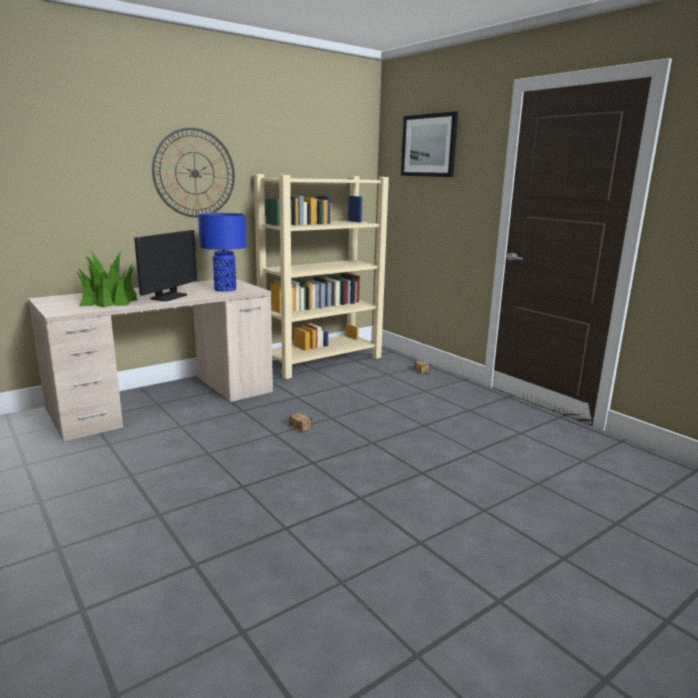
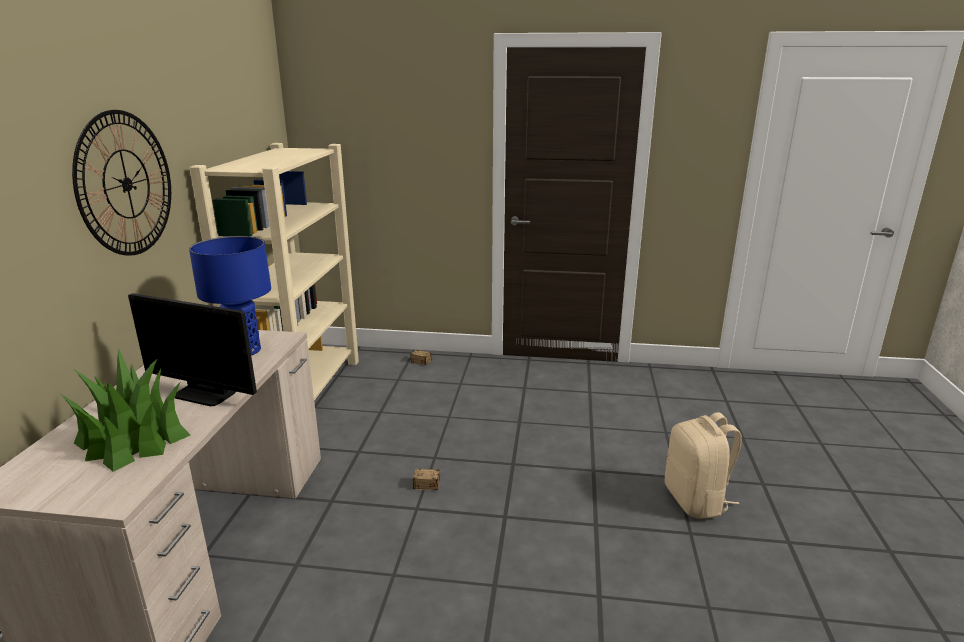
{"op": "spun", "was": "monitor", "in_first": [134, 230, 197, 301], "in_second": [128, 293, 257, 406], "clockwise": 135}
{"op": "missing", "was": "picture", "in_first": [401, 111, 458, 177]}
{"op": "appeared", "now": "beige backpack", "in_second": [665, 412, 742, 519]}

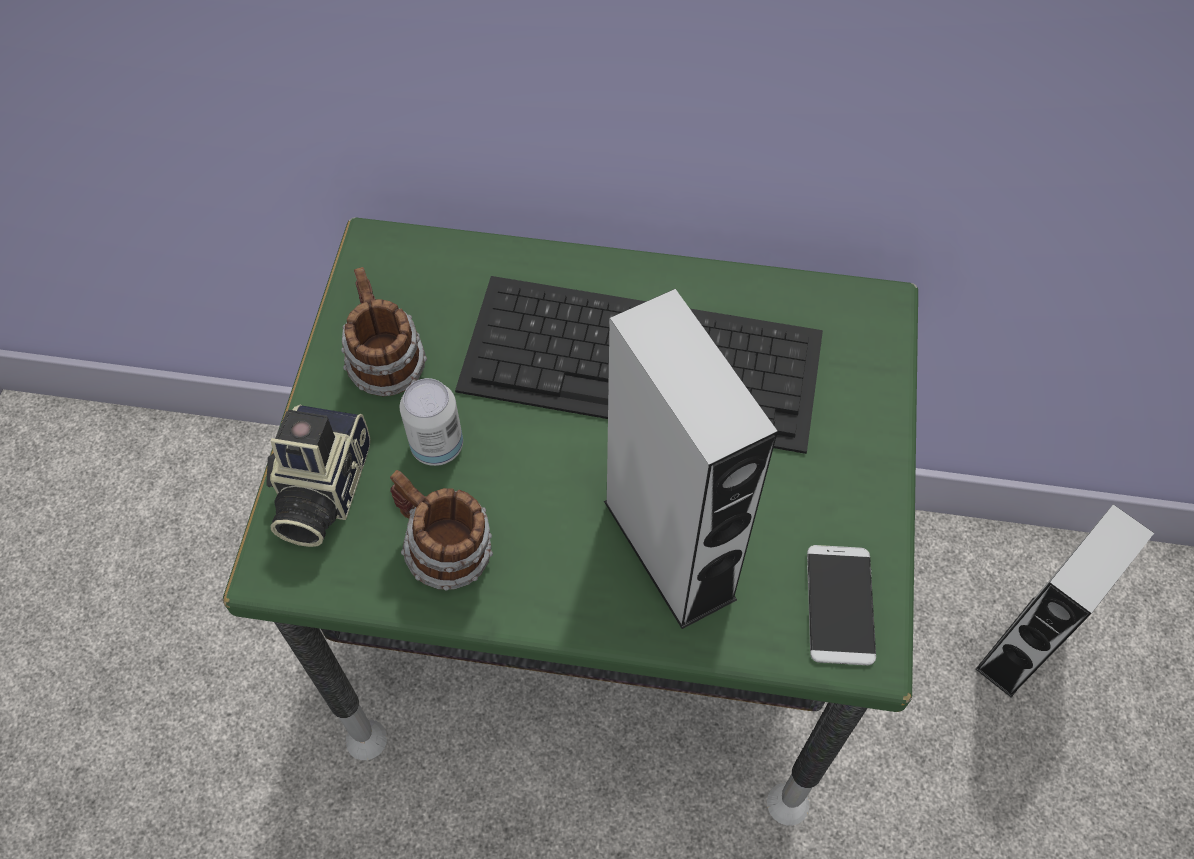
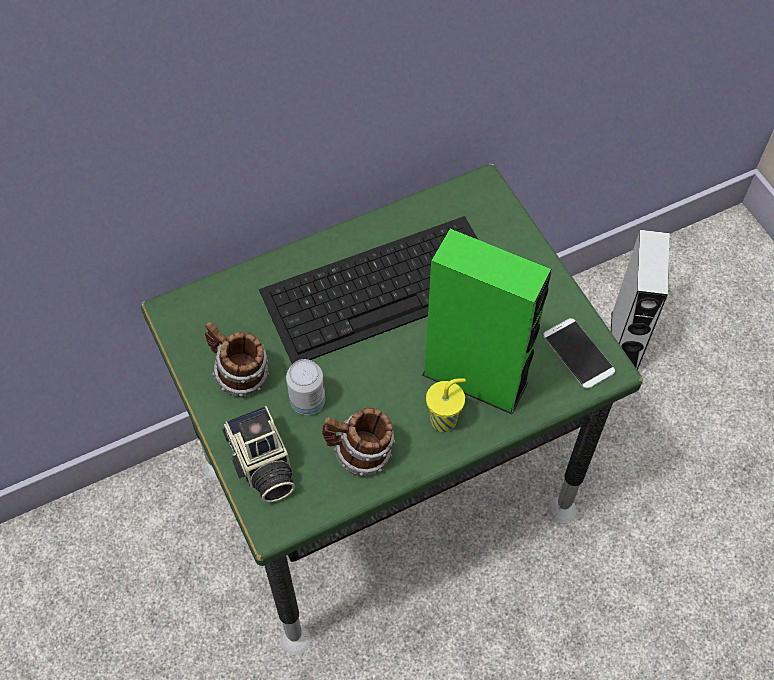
{"op": "colour", "was": "grey speaker", "now": "green speaker", "in_first": [604, 289, 778, 629], "in_second": [422, 229, 551, 415]}
{"op": "appeared", "now": "yellow cup", "in_second": [426, 378, 466, 432]}

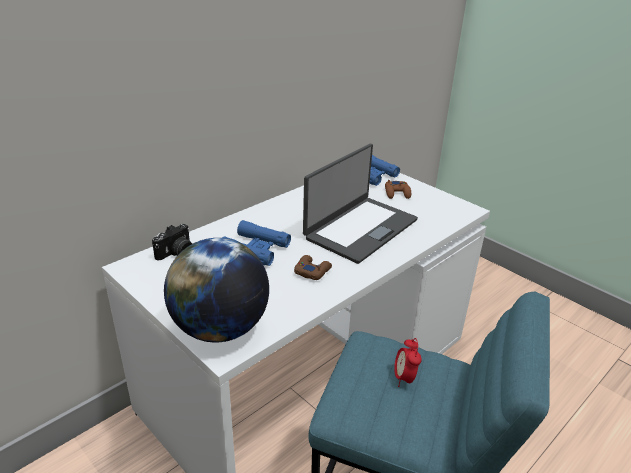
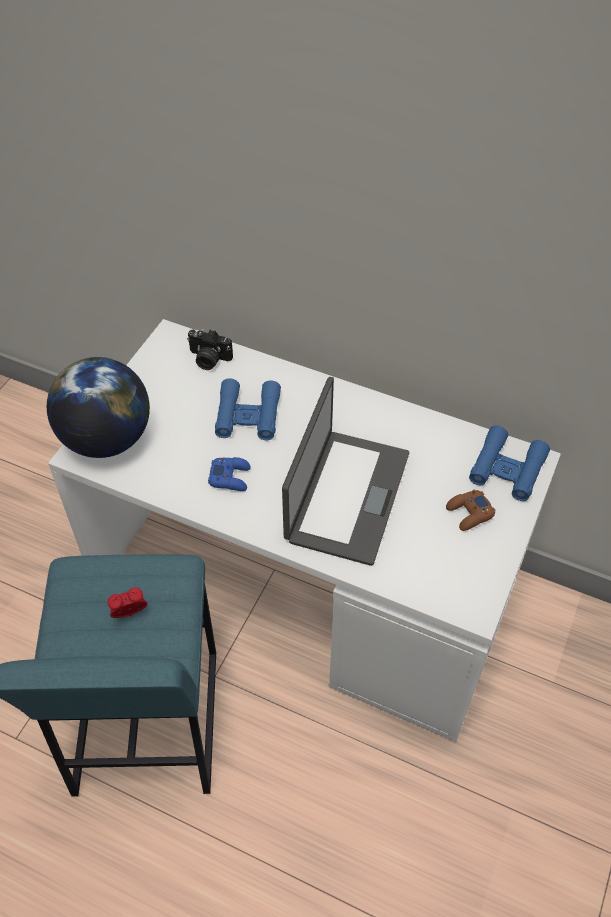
{"op": "colour", "was": "brown game controller", "now": "blue game controller", "in_first": [294, 255, 332, 280], "in_second": [208, 457, 251, 491]}
{"op": "spun", "was": "laptop", "in_first": [303, 144, 418, 264], "in_second": [282, 377, 409, 566], "clockwise": -90}

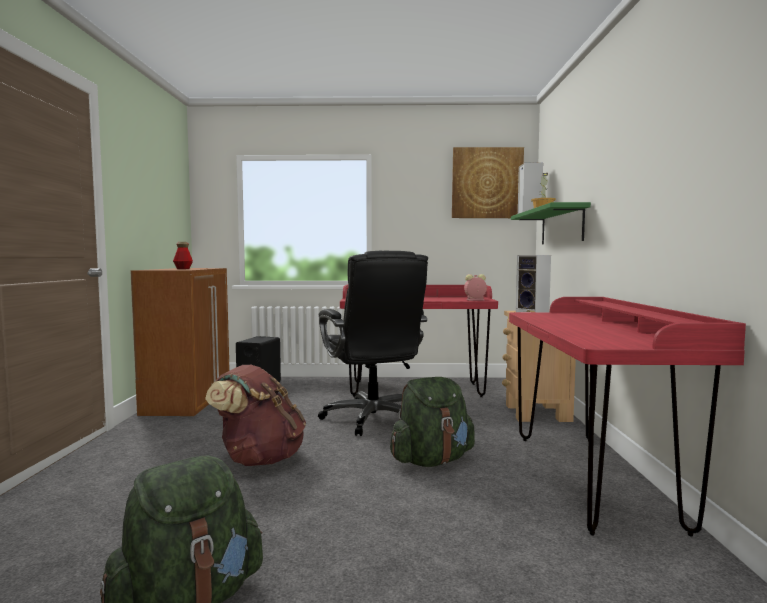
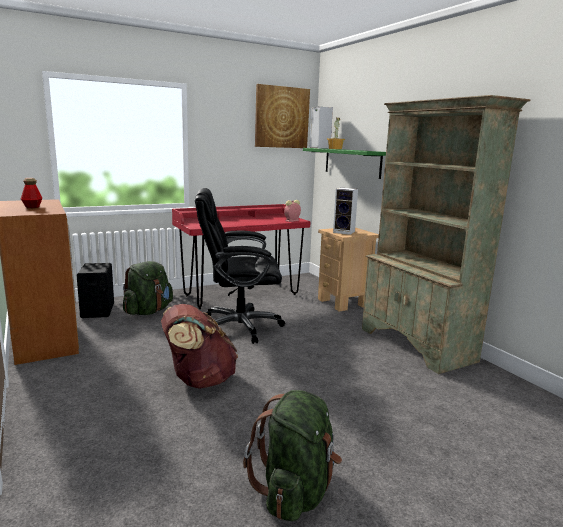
{"op": "spun", "was": "black office chair", "in_first": [318, 250, 428, 436], "in_second": [194, 188, 285, 344], "clockwise": 135}
{"op": "relocated", "was": "green backpack", "in_first": [390, 377, 475, 467], "in_second": [123, 261, 173, 315]}
{"op": "exchanged", "was": "red desk", "now": "green bookcase", "in_first": [509, 297, 746, 537], "in_second": [362, 95, 531, 374]}

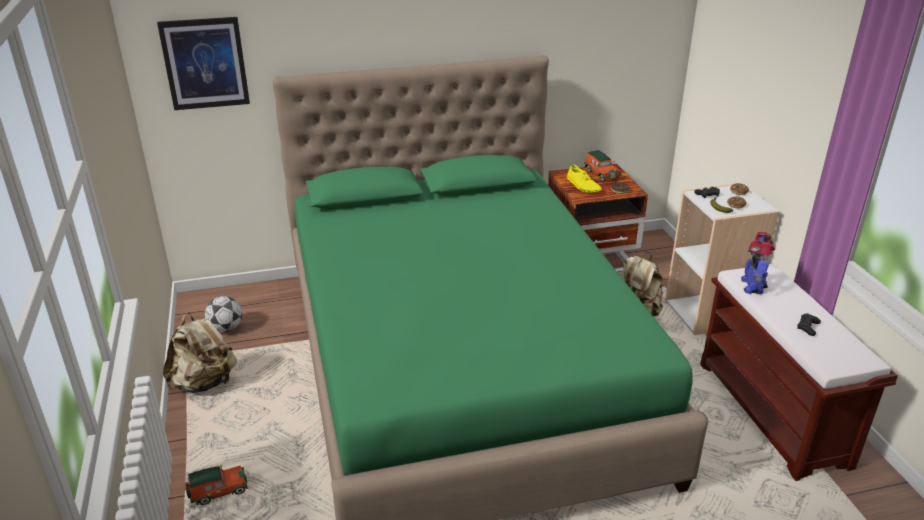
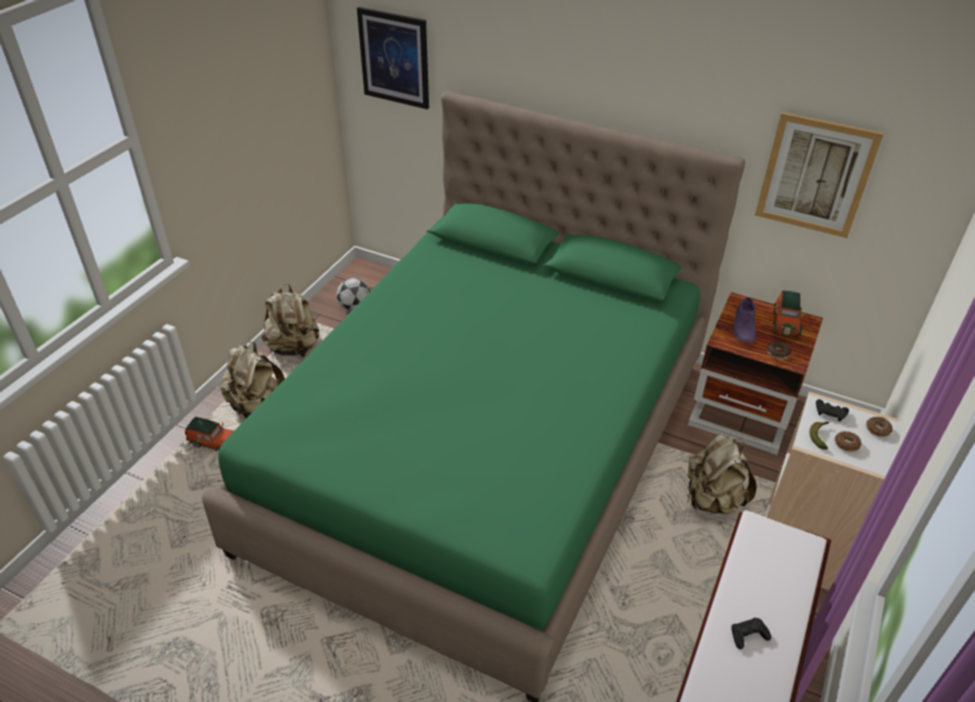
{"op": "colour", "was": "yellow shoe", "now": "purple shoe", "in_first": [567, 165, 602, 193], "in_second": [733, 297, 756, 343]}
{"op": "missing", "was": "toy robot", "in_first": [741, 232, 775, 294]}
{"op": "appeared", "now": "beige backpack", "in_second": [219, 341, 285, 419]}
{"op": "appeared", "now": "picture", "in_second": [755, 112, 884, 238]}

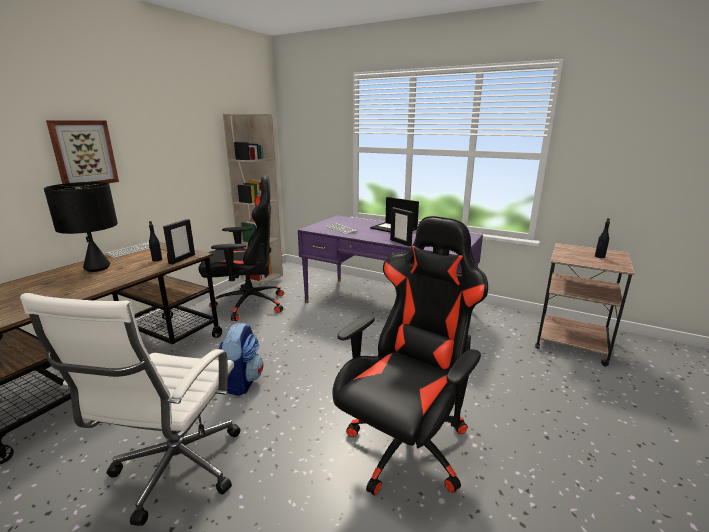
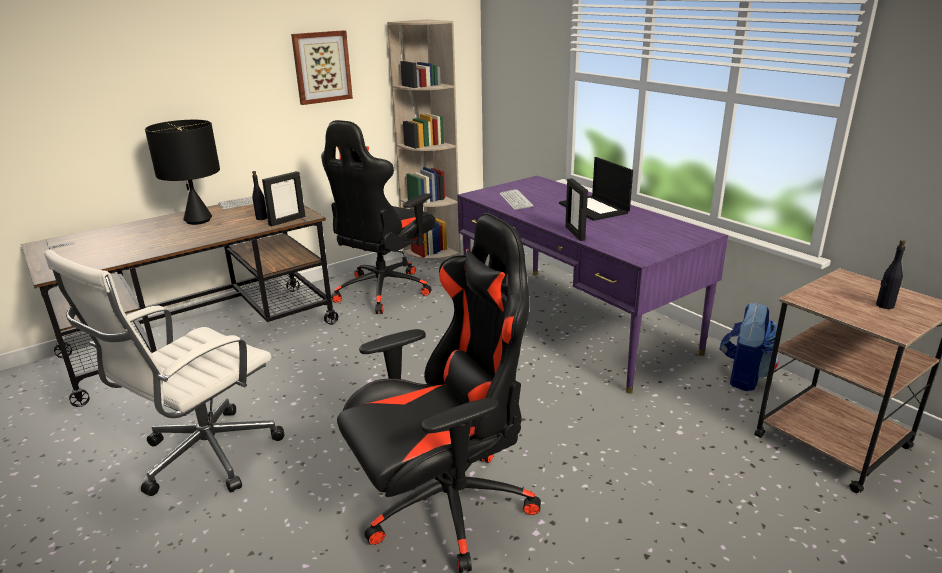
{"op": "relocated", "was": "picture", "in_first": [46, 120, 119, 184], "in_second": [291, 30, 353, 105]}
{"op": "spun", "was": "black office chair", "in_first": [198, 174, 284, 321], "in_second": [321, 120, 436, 314], "clockwise": 105}
{"op": "relocated", "was": "backpack", "in_first": [219, 323, 264, 396], "in_second": [720, 302, 779, 391]}

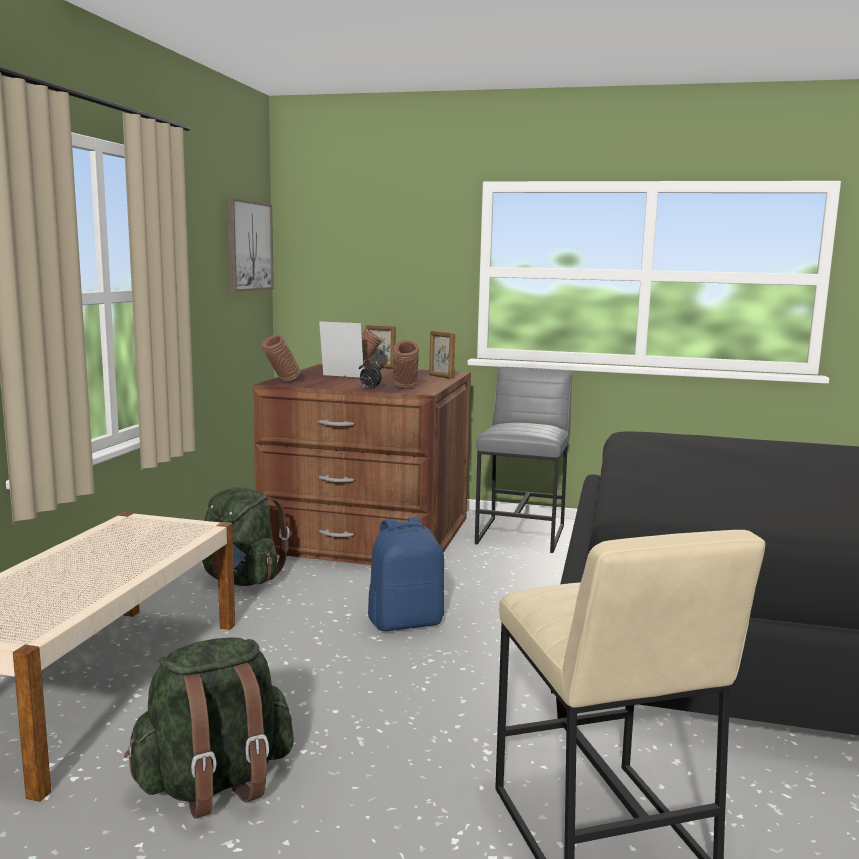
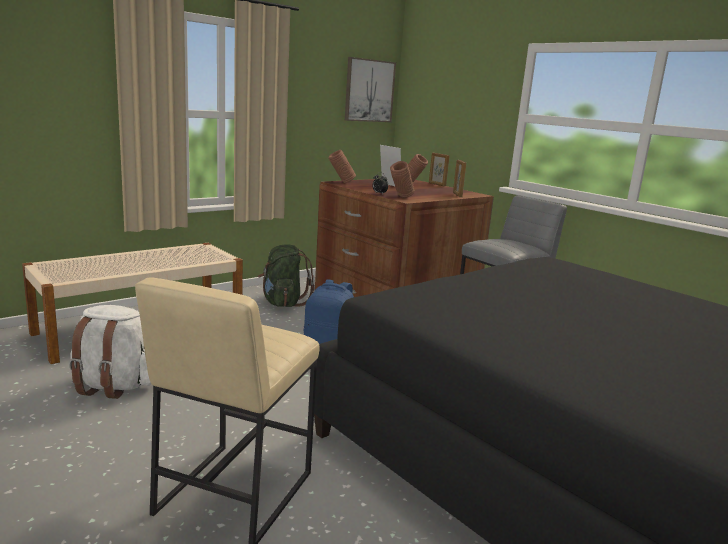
{"op": "colour", "was": "green backpack", "now": "white backpack", "in_first": [124, 637, 294, 819], "in_second": [69, 305, 152, 399]}

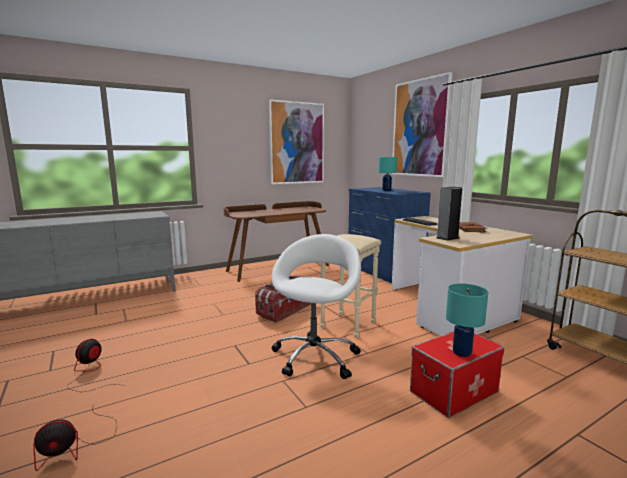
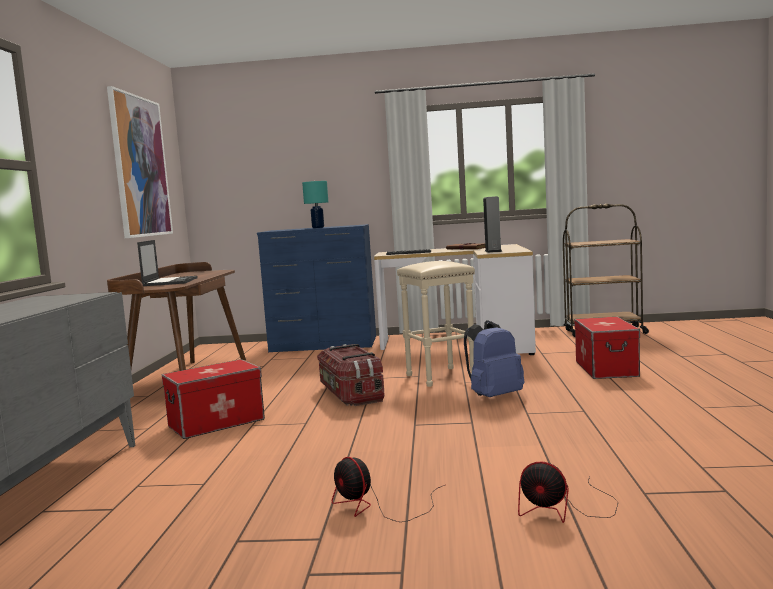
{"op": "spun", "was": "fan", "in_first": [33, 408, 117, 471], "in_second": [518, 462, 619, 523], "clockwise": 105}
{"op": "exchanged", "was": "white office chair", "now": "blue backpack", "in_first": [272, 234, 361, 379], "in_second": [464, 320, 524, 397]}
{"op": "missing", "was": "picture", "in_first": [392, 72, 453, 177]}
{"op": "missing", "was": "turquoise table lamp", "in_first": [446, 283, 488, 357]}
{"op": "appeared", "now": "laptop", "in_second": [137, 240, 198, 286]}
{"op": "appeared", "now": "storage box", "in_second": [162, 359, 265, 439]}

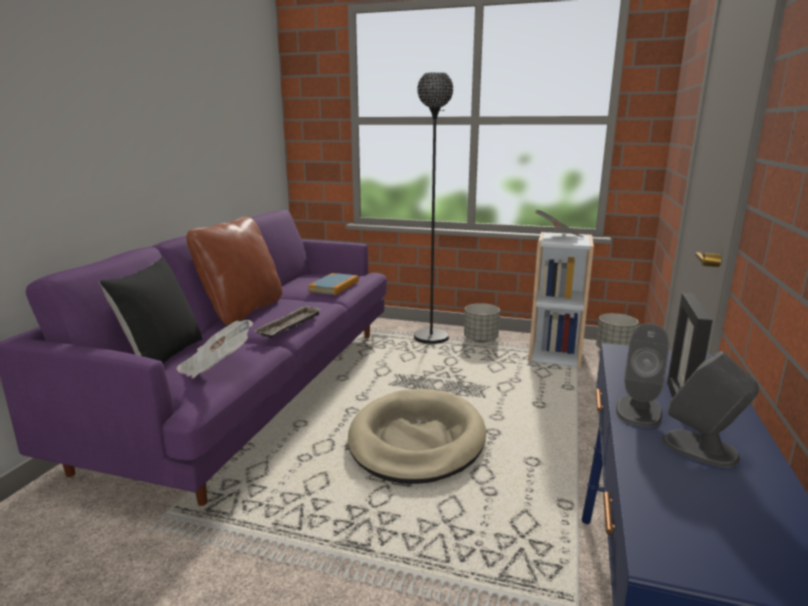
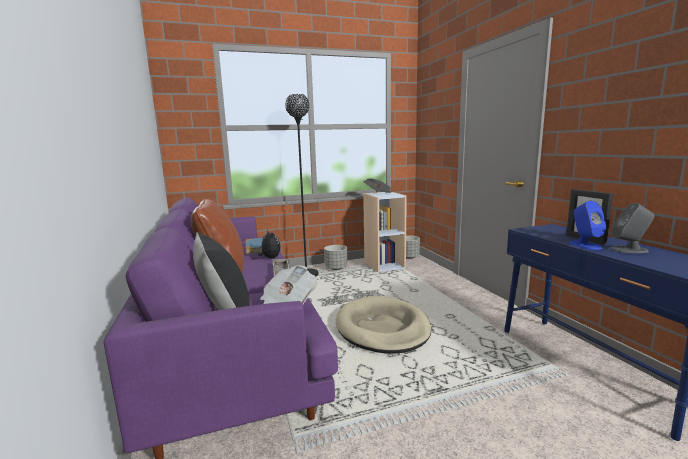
{"op": "colour", "was": "grey speaker", "now": "blue speaker", "in_first": [616, 324, 669, 427], "in_second": [570, 201, 606, 250]}
{"op": "appeared", "now": "plush toy", "in_second": [258, 230, 281, 259]}

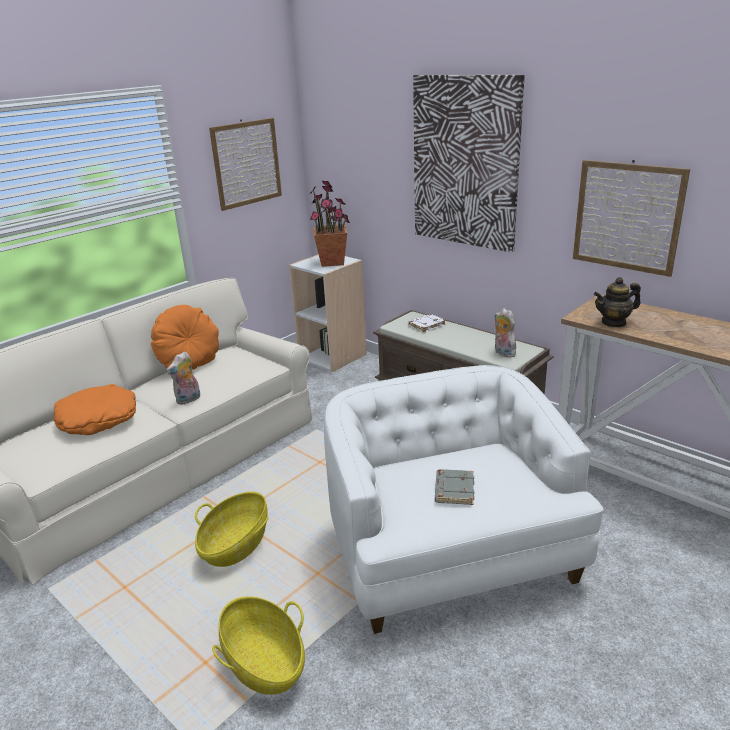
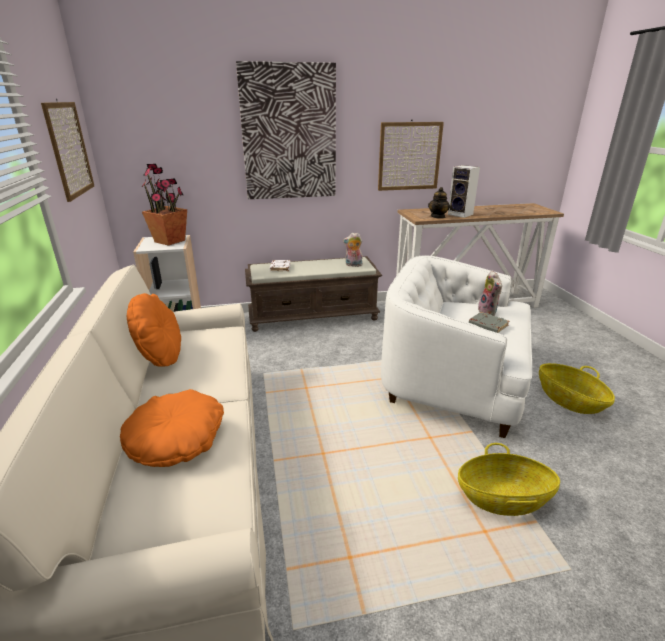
{"op": "relocated", "was": "plush toy", "in_first": [166, 351, 200, 405], "in_second": [478, 270, 502, 316]}
{"op": "relocated", "was": "basket", "in_first": [195, 492, 268, 567], "in_second": [539, 363, 615, 414]}
{"op": "appeared", "now": "speaker", "in_second": [448, 165, 480, 218]}

